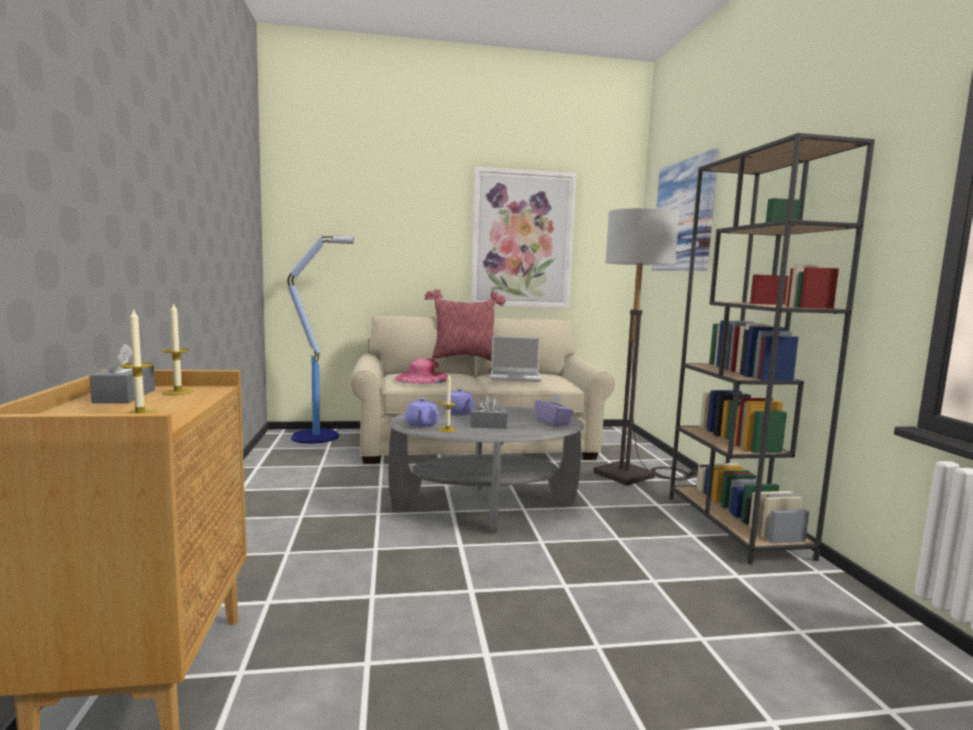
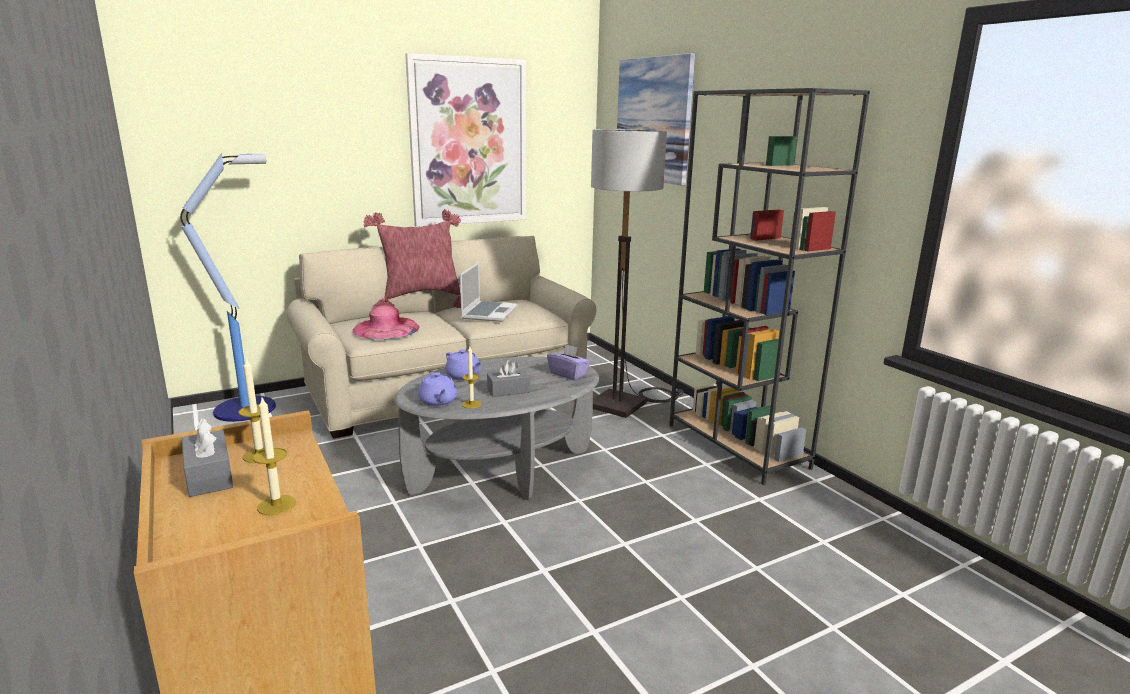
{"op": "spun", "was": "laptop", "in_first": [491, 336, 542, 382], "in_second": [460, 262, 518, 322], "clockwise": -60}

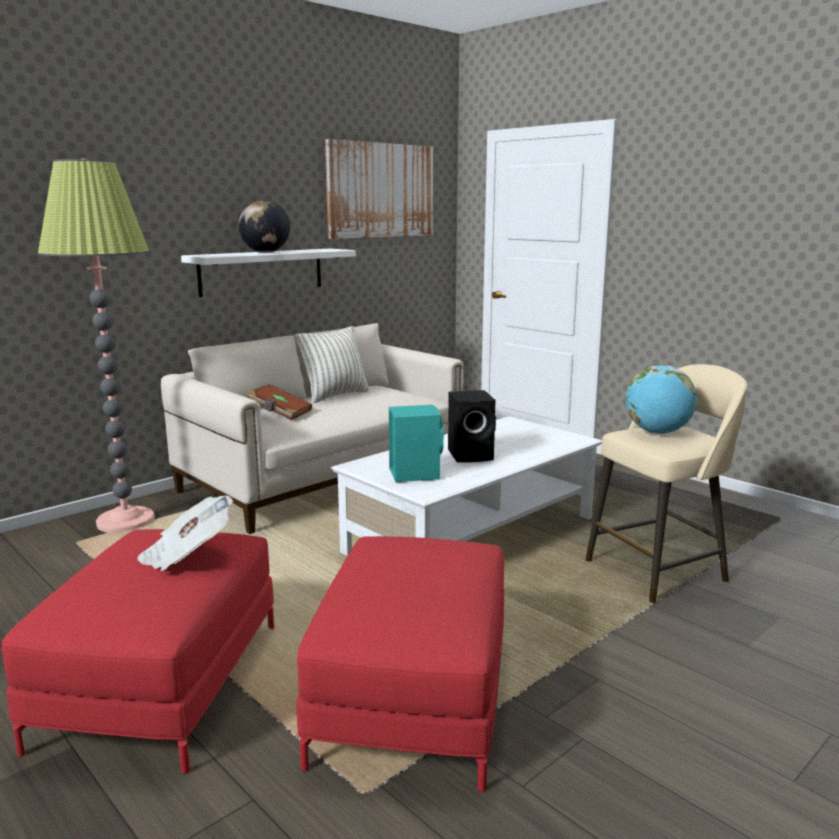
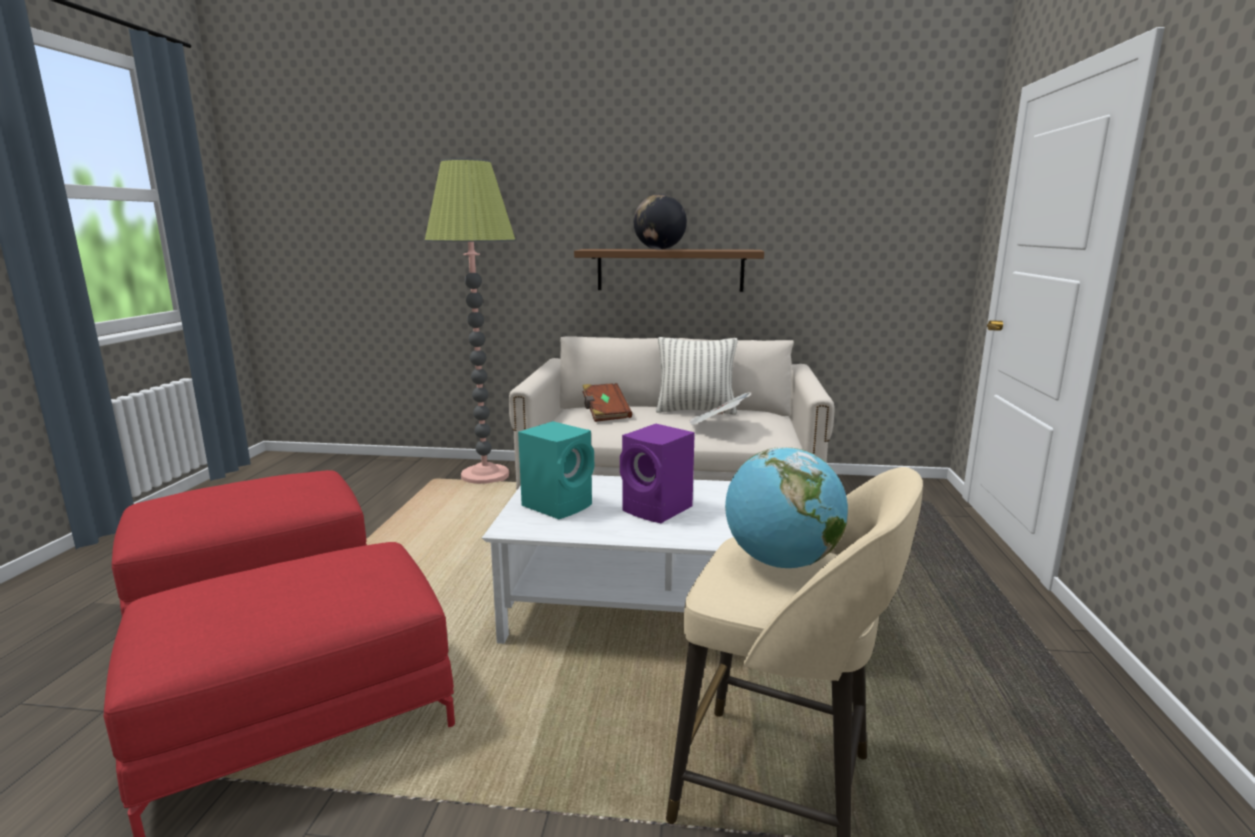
{"op": "relocated", "was": "newspaper", "in_first": [137, 496, 233, 571], "in_second": [689, 392, 751, 425]}
{"op": "colour", "was": "white shelf", "now": "brown shelf", "in_first": [181, 249, 356, 297], "in_second": [574, 249, 764, 292]}
{"op": "missing", "was": "picture", "in_first": [325, 139, 433, 239]}
{"op": "colour", "was": "black speaker", "now": "purple speaker", "in_first": [448, 390, 496, 462], "in_second": [620, 424, 695, 523]}

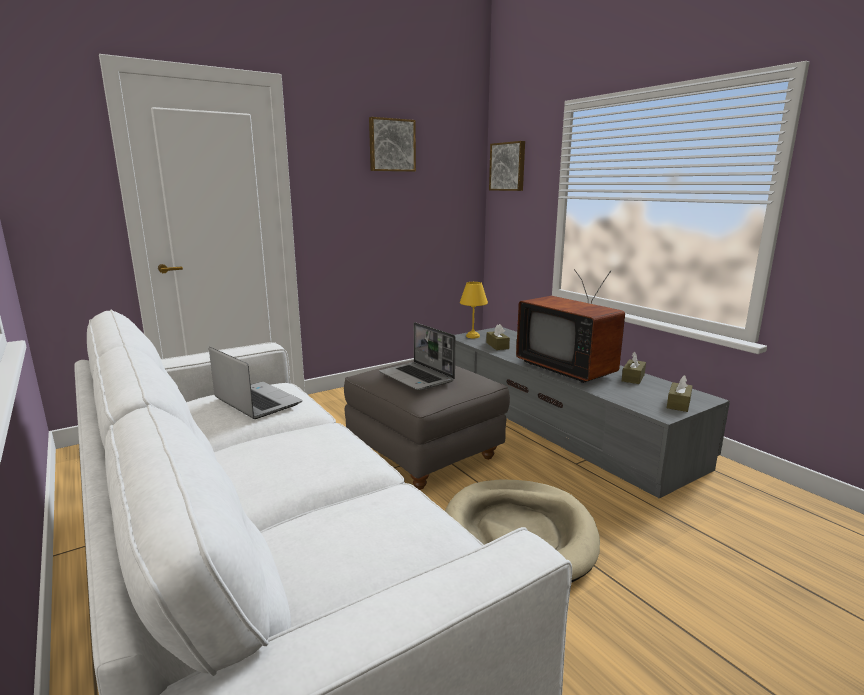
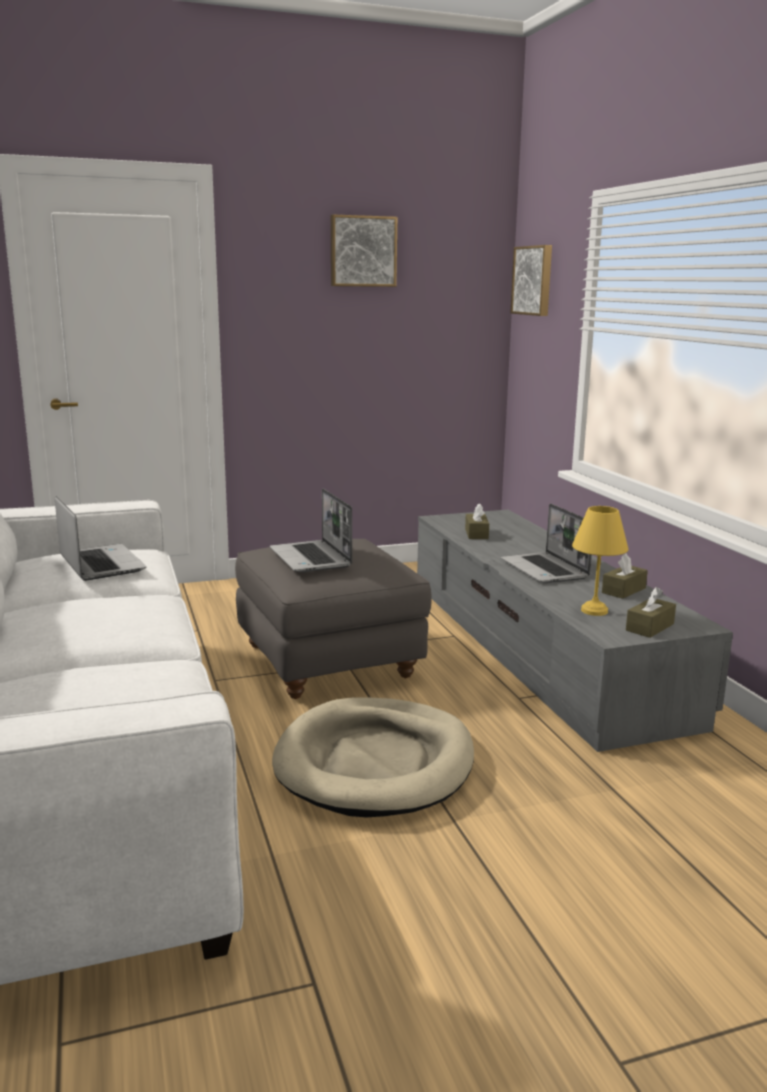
{"op": "relocated", "was": "yellow table lamp", "in_first": [460, 282, 488, 338], "in_second": [572, 506, 628, 616]}
{"op": "exchanged", "was": "television", "now": "laptop", "in_first": [516, 269, 625, 383], "in_second": [501, 503, 592, 583]}

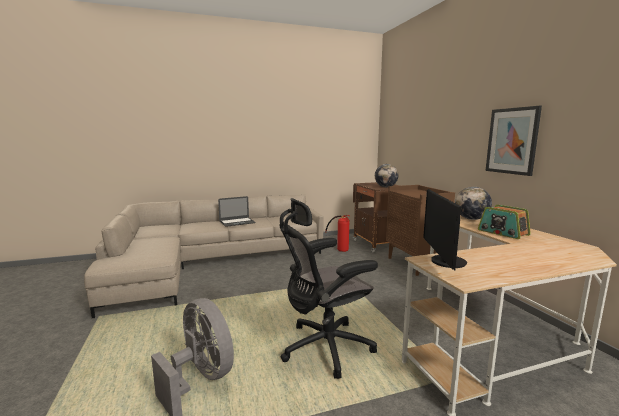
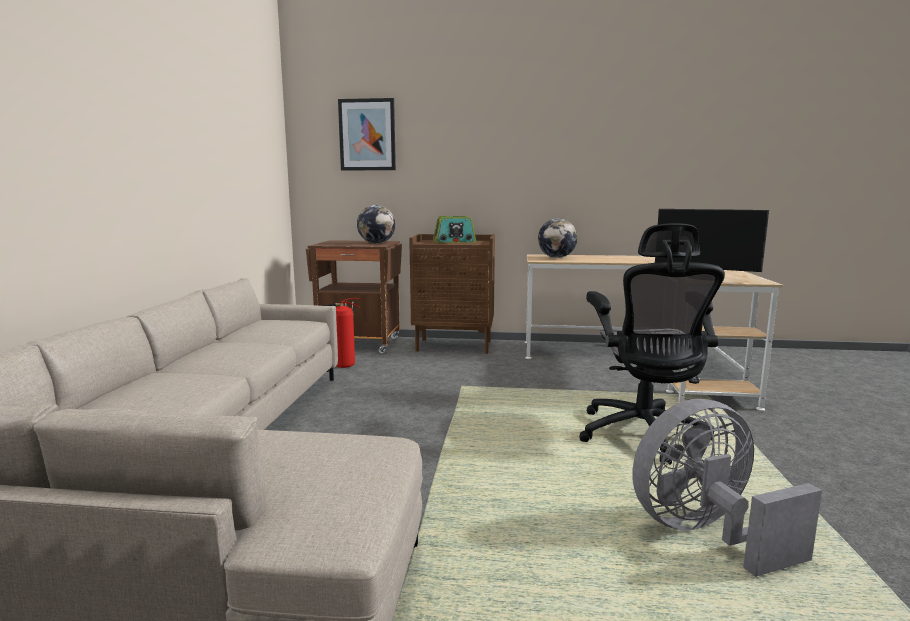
{"op": "missing", "was": "laptop", "in_first": [218, 196, 256, 227]}
{"op": "relocated", "was": "radio", "in_first": [478, 205, 531, 239], "in_second": [433, 216, 476, 243]}
{"op": "relocated", "was": "picture", "in_first": [485, 106, 542, 176], "in_second": [338, 98, 396, 170]}

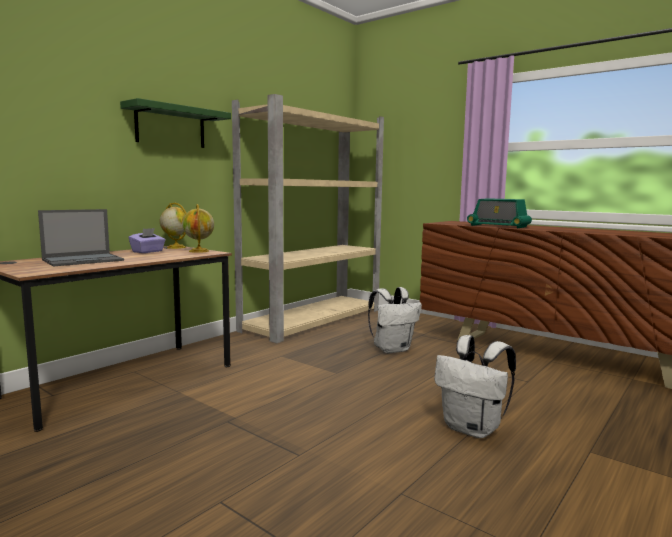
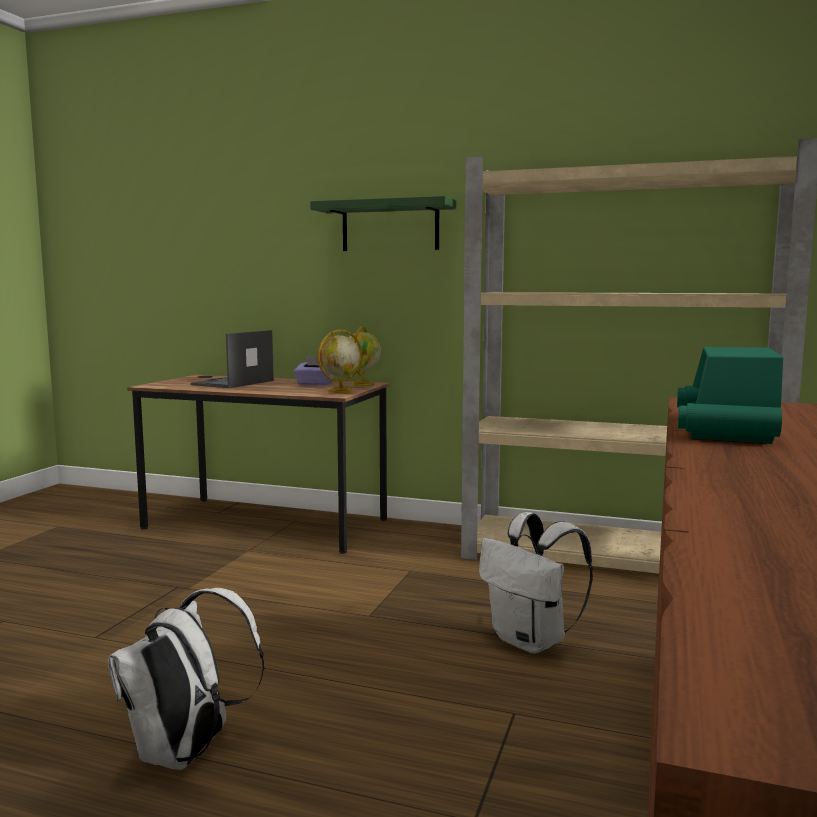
{"op": "spun", "was": "laptop", "in_first": [38, 209, 124, 266], "in_second": [191, 330, 274, 388], "clockwise": 90}

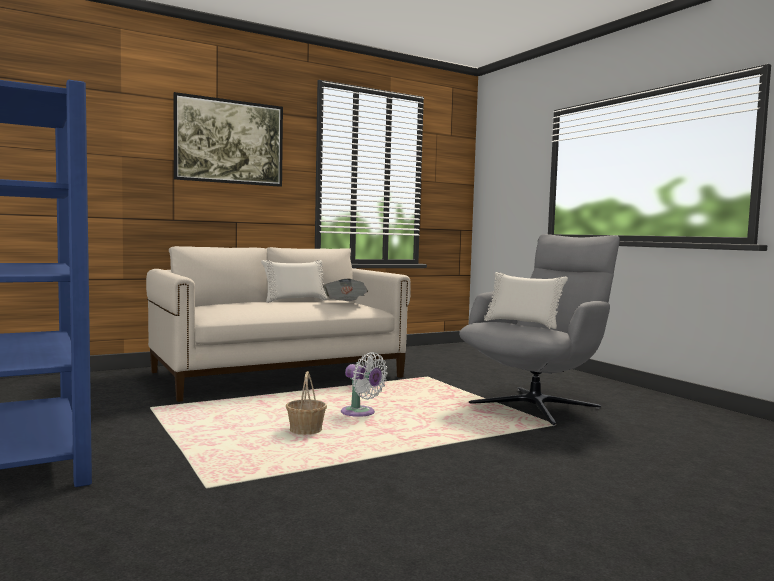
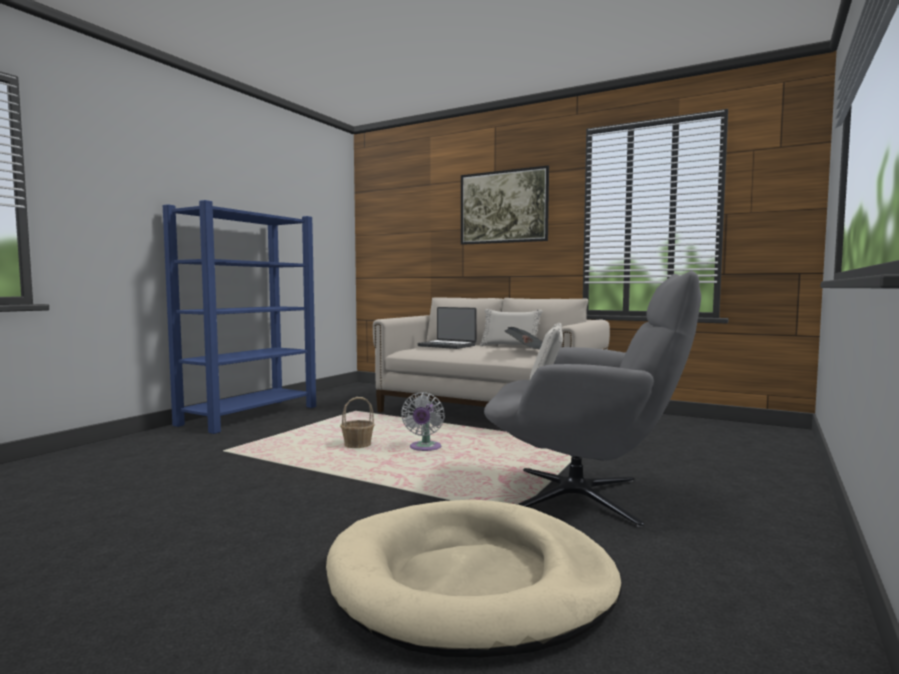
{"op": "appeared", "now": "beige dog bed", "in_second": [326, 499, 622, 657]}
{"op": "appeared", "now": "laptop", "in_second": [417, 307, 477, 349]}

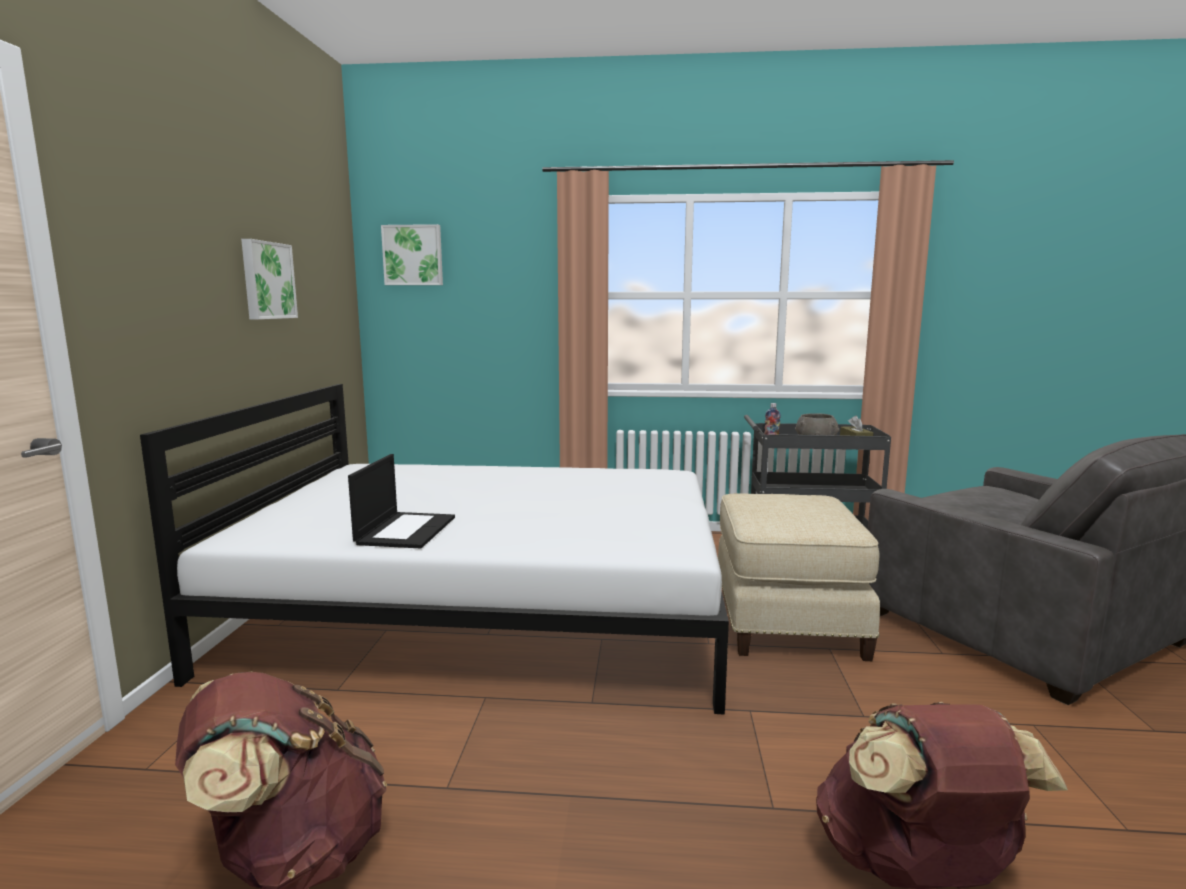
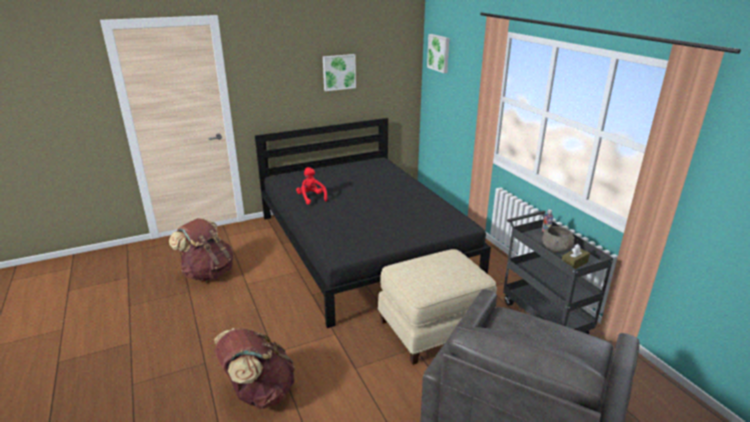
{"op": "colour", "was": "white bed", "now": "black bed", "in_first": [140, 384, 729, 715], "in_second": [255, 118, 491, 328]}
{"op": "exchanged", "was": "laptop", "now": "red plush toy", "in_first": [348, 454, 455, 548], "in_second": [296, 167, 327, 205]}

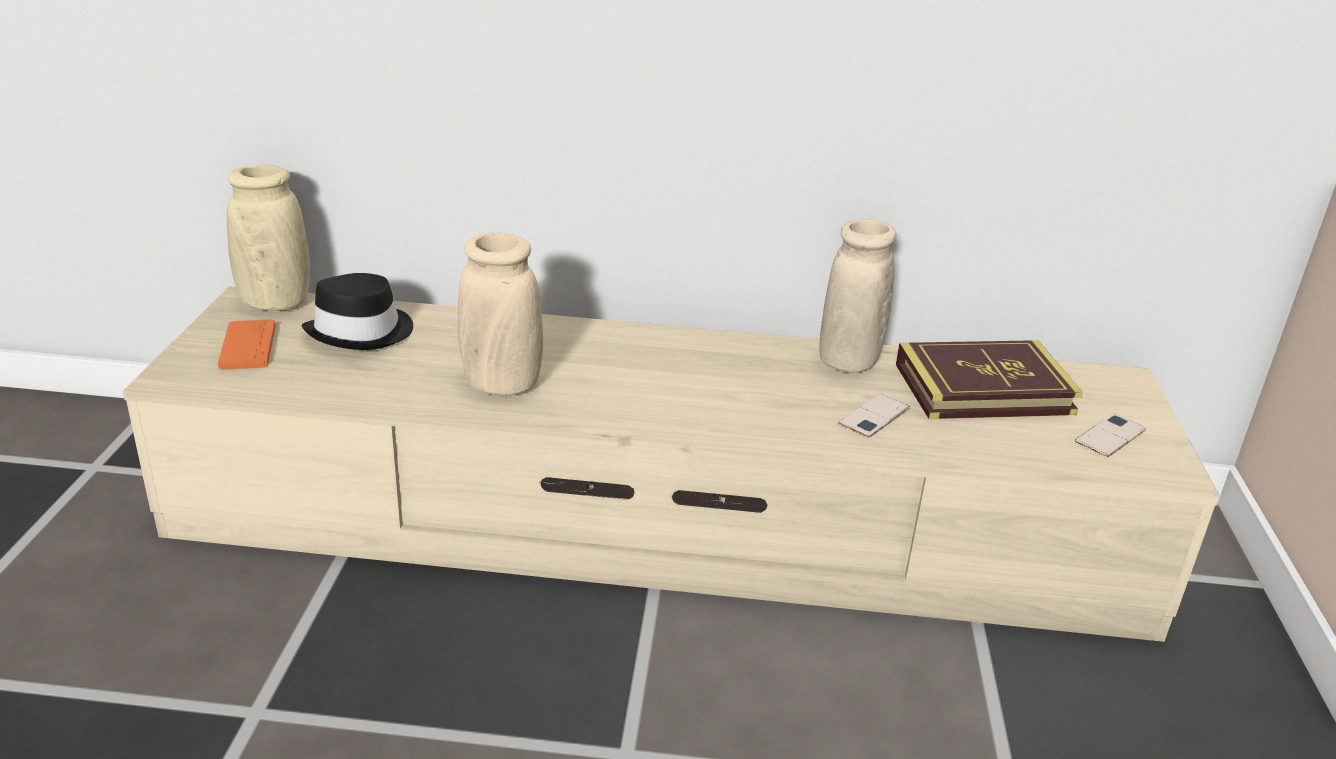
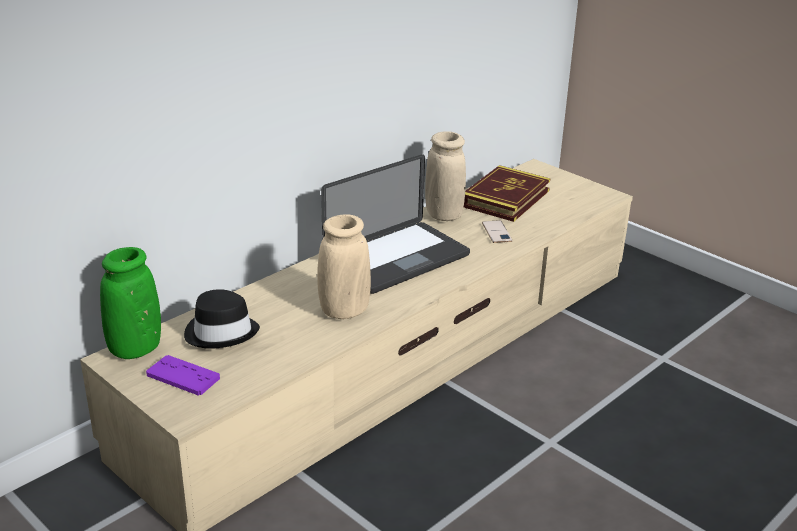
{"op": "colour", "was": "orange game controller", "now": "purple game controller", "in_first": [218, 319, 276, 370], "in_second": [146, 355, 220, 396]}
{"op": "colour", "was": "beige vase", "now": "green vase", "in_first": [227, 165, 310, 311], "in_second": [100, 247, 161, 359]}
{"op": "missing", "was": "phone", "in_first": [1075, 413, 1146, 457]}
{"op": "appeared", "now": "laptop", "in_second": [321, 154, 470, 294]}

